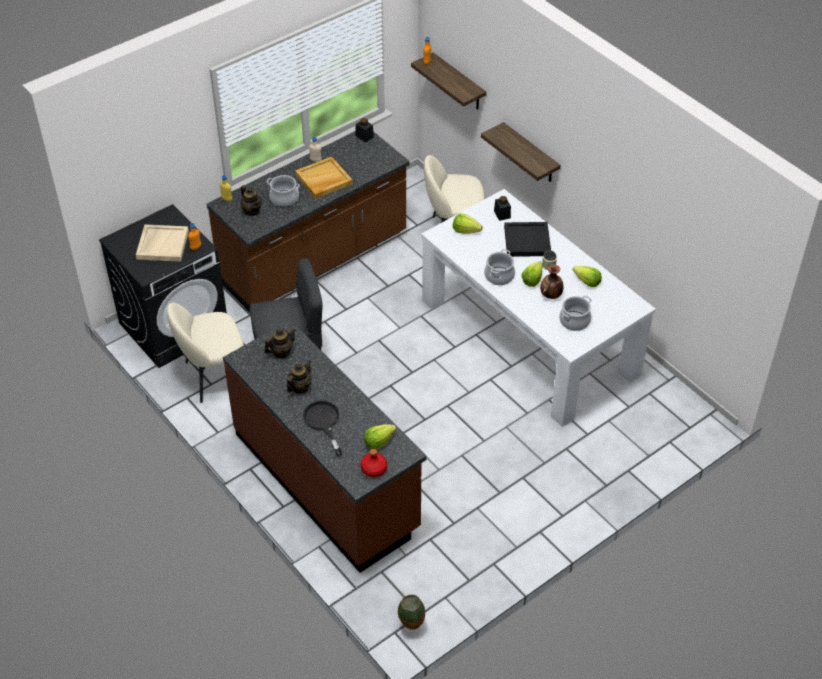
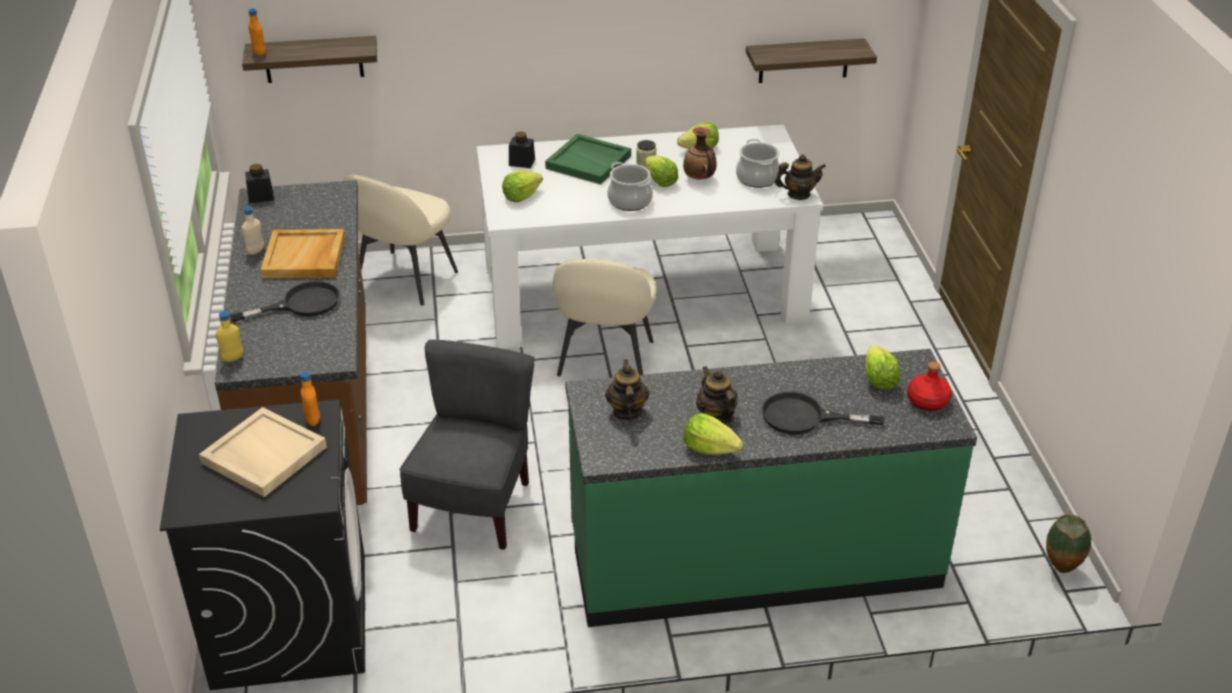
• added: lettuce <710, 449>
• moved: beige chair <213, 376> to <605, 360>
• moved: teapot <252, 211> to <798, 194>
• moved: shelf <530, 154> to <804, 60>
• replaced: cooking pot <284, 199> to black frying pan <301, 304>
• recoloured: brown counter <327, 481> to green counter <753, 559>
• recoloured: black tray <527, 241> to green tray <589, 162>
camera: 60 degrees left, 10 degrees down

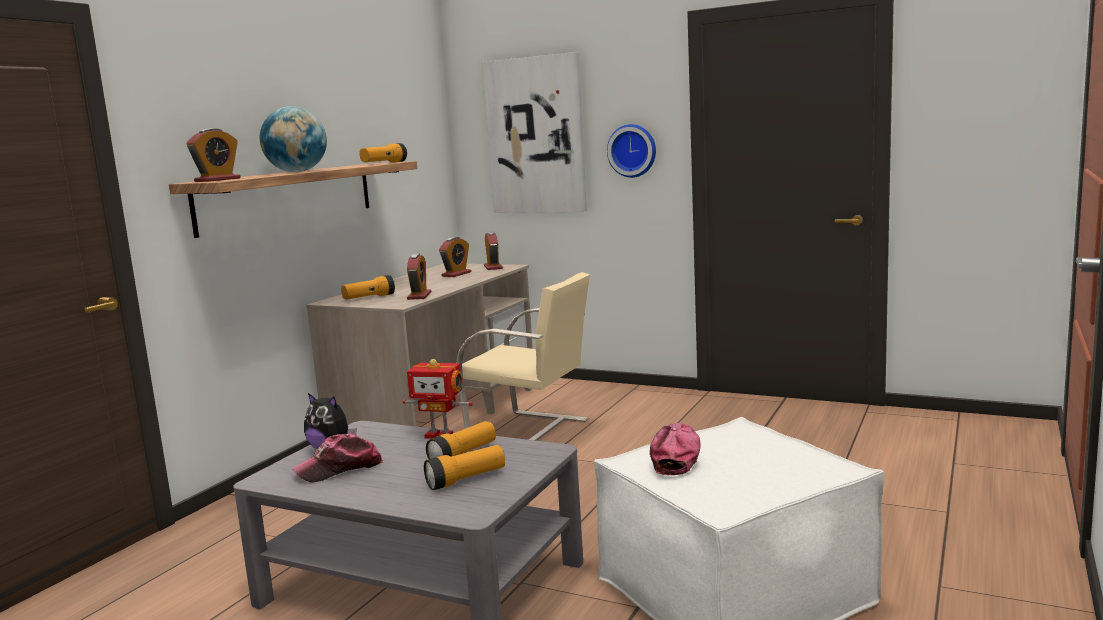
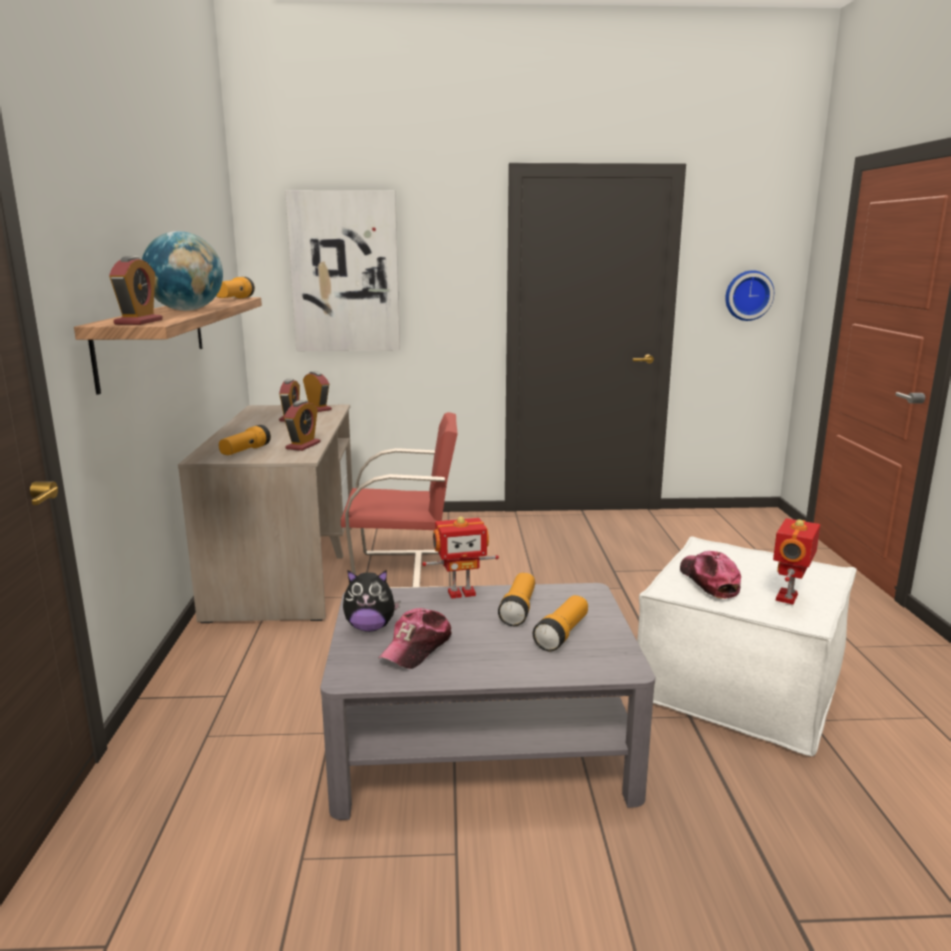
• added: toy robot <789, 598>
• moved: wall clock <633, 150> to <747, 295>
• recoloured: beige chair <531, 432> to red chair <404, 571>
• turned: alarm clock <419, 296> = <303, 445> 45 degrees clockwise
camera: 30 degrees left, 5 degrees up

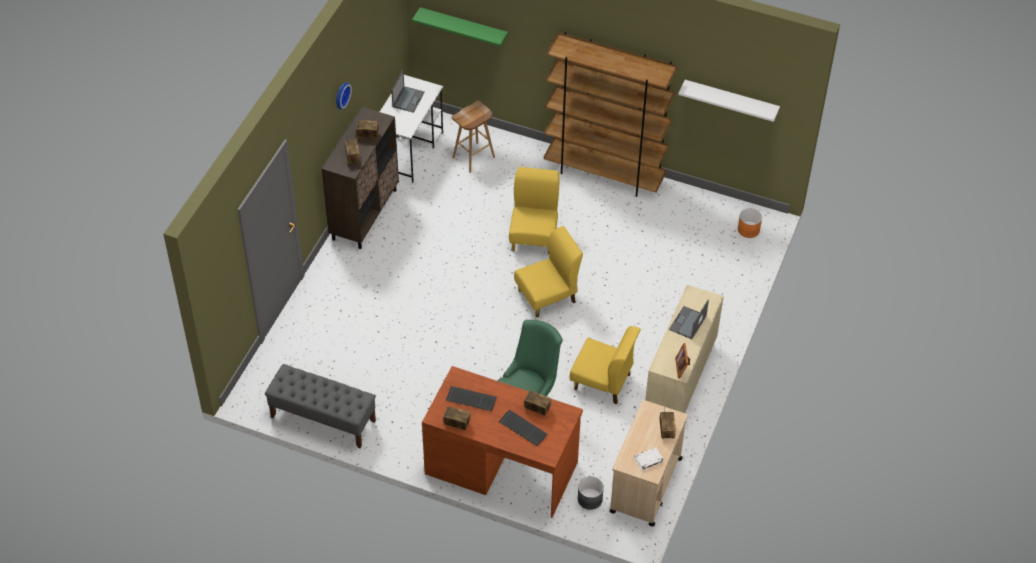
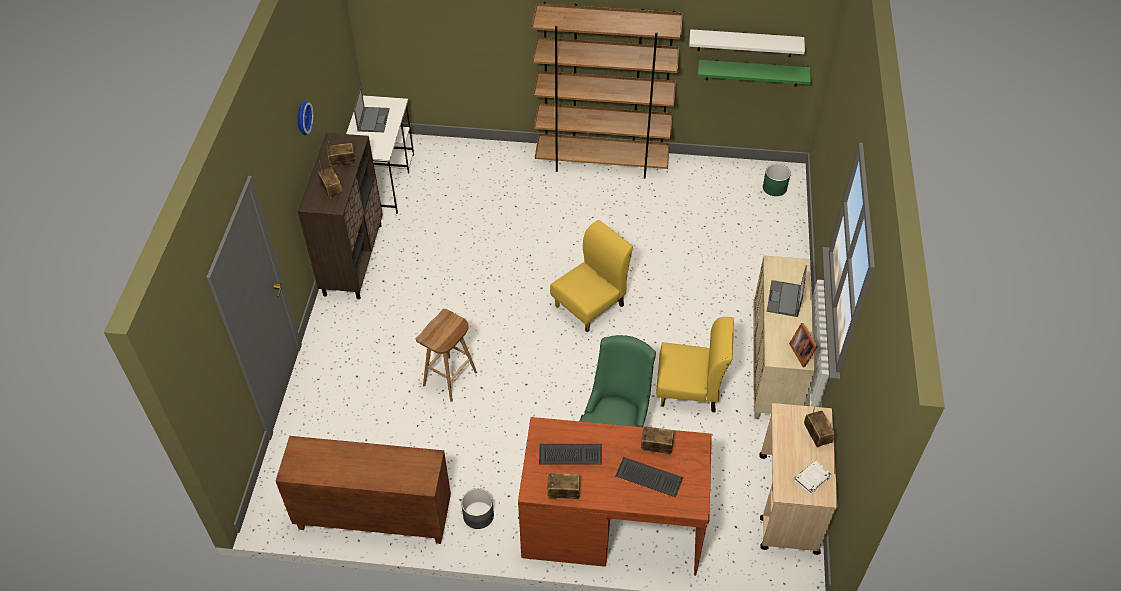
• removed: yellow chair <534, 236>
• moved: green shelf <463, 27> to <752, 73>
• moved: brown stool <473, 158> to <450, 379>
• moved: grey planter <590, 499> to <478, 515>
• replaced: grey bench <322, 419> to brown cabinet <373, 518>
• recoloured: orange planter <748, 229> to green planter <774, 187>
camera: 15 degrees left, 0 degrees up

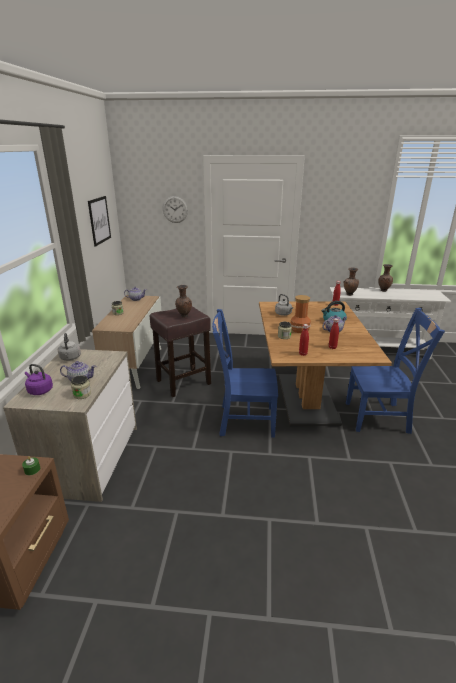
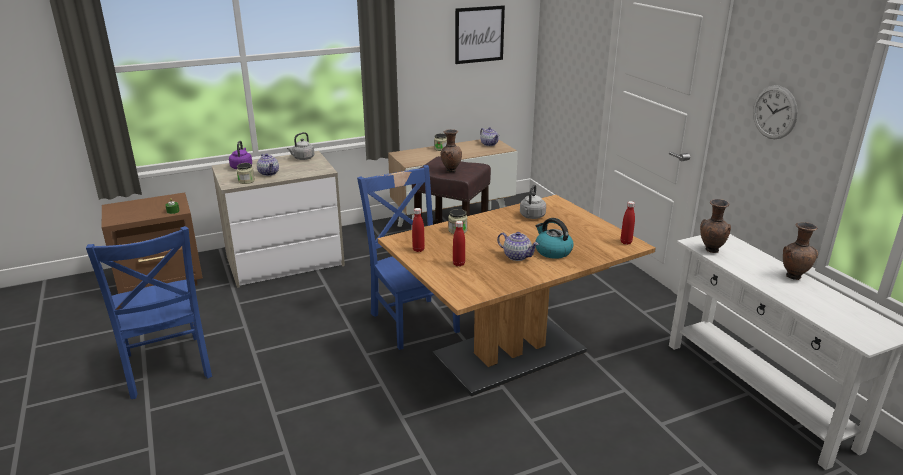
• removed: vase <299, 329>
• moved: wall clock <175, 209> to <774, 112>
• moved: blue chair <380, 417> to <167, 368>
camera: 60 degrees right, 0 degrees up

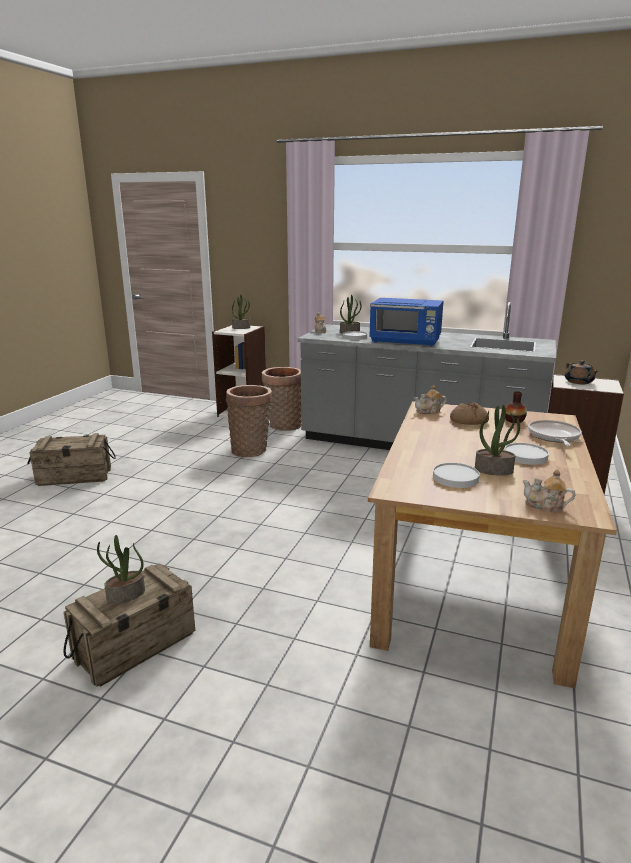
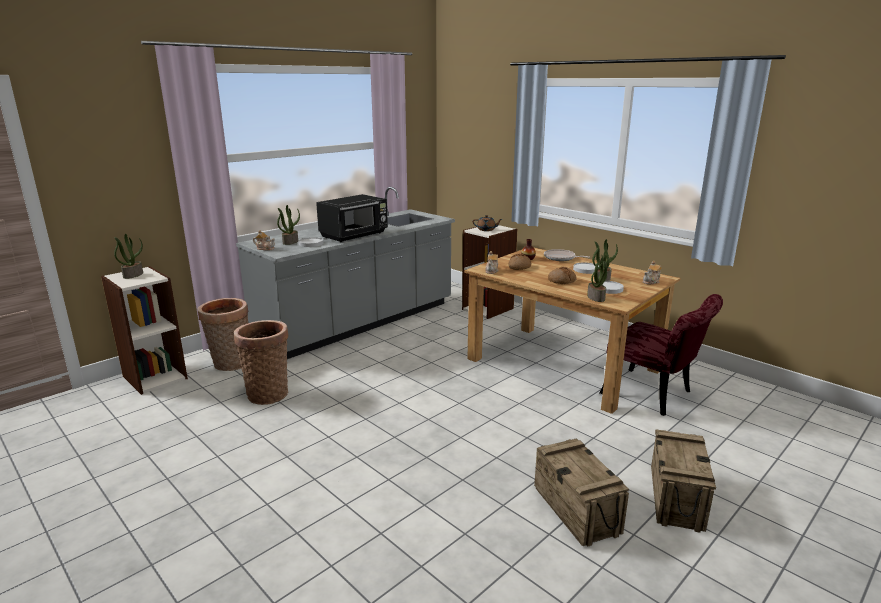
• added: bread <561, 280>
• added: red chair <655, 395>
• moved: crate <75, 476> to <675, 498>
• moved: potted plant <125, 595> to <596, 297>
• recoloured: blue microwave <406, 341> to black microwave <355, 235>
camera: 65 degrees left, 0 degrees up

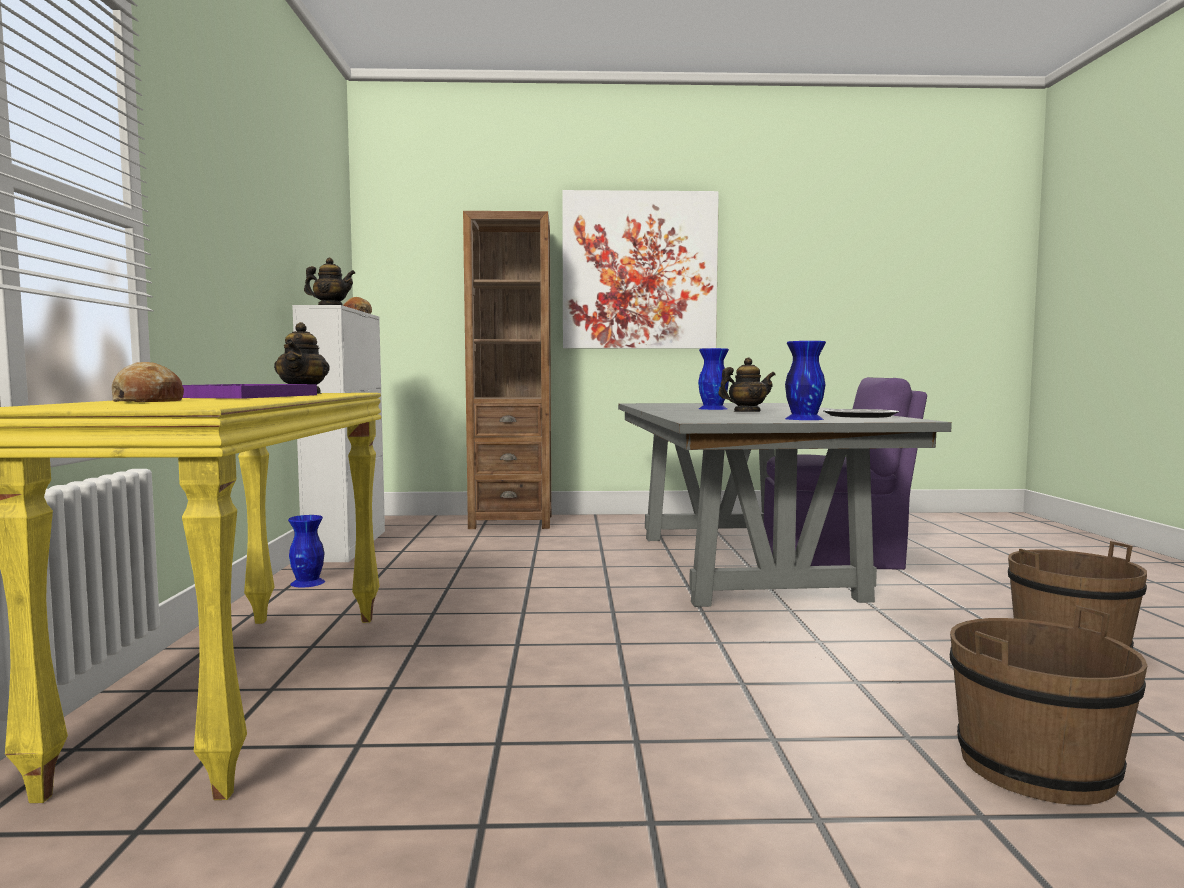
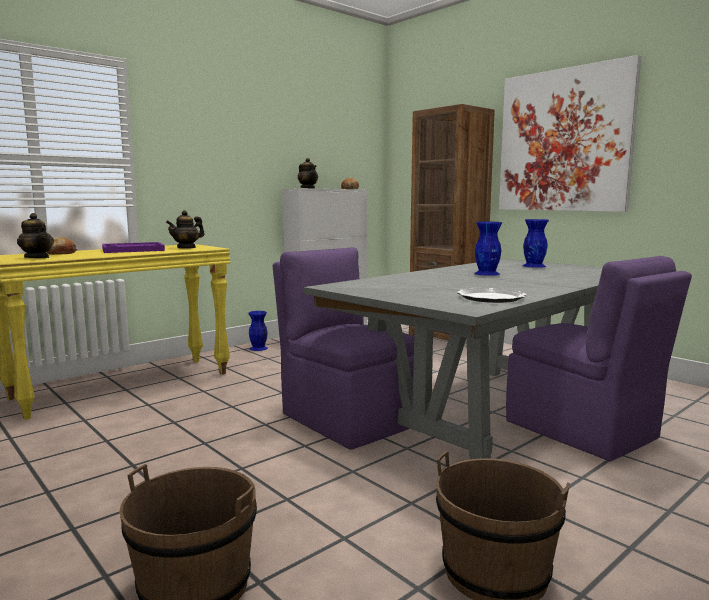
• added: purple chair <346, 419>
• moved: teapot <746, 412> to <37, 258>
• moved: blue vase <803, 419> to <534, 266>
camera: 50 degrees right, 5 degrees up

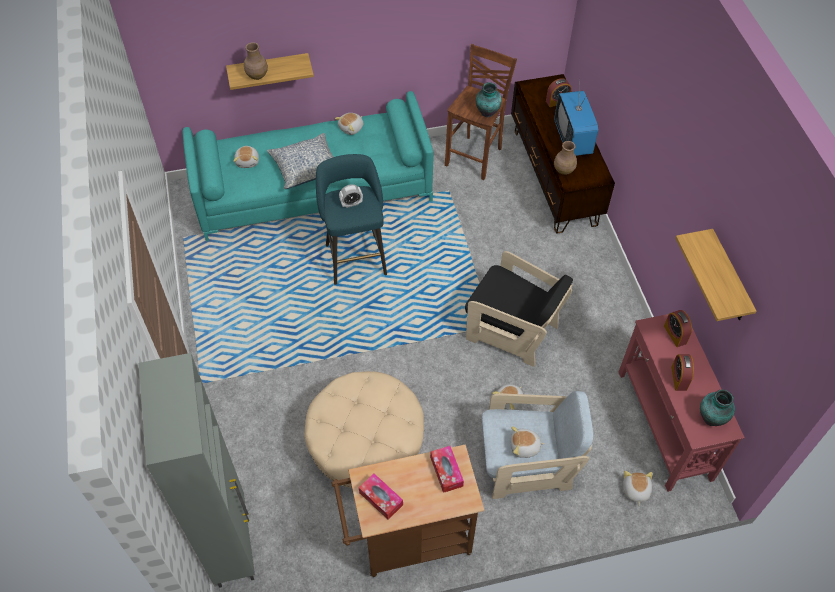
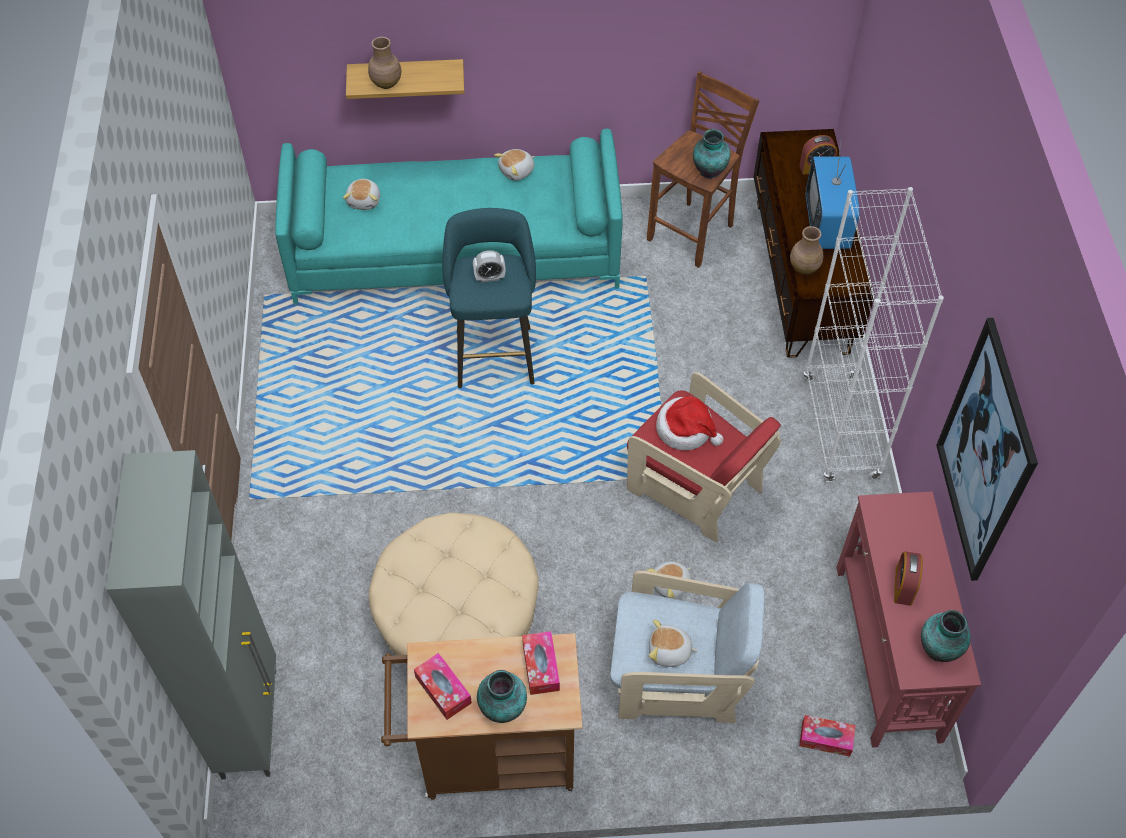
• removed: pillow <306, 167>
• removed: alarm clock <675, 334>
• added: vase <503, 710>
• added: hat <686, 430>
• added: white bookcase <840, 429>
• replaced: plush toy <635, 490> to tissue box <825, 739>
• replaced: shelf <729, 279> to picture <985, 453>
• recoloured: black armchair <512, 330> to red armchair <695, 487>
camera: 10 degrees right, 0 degrees up

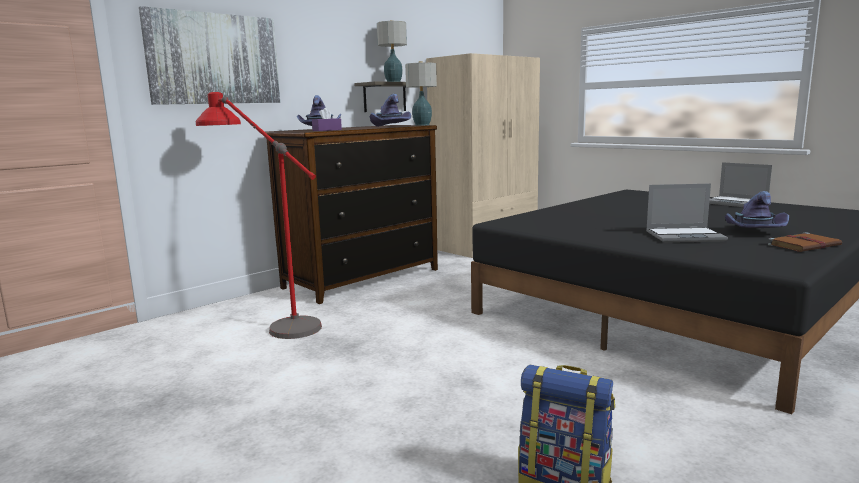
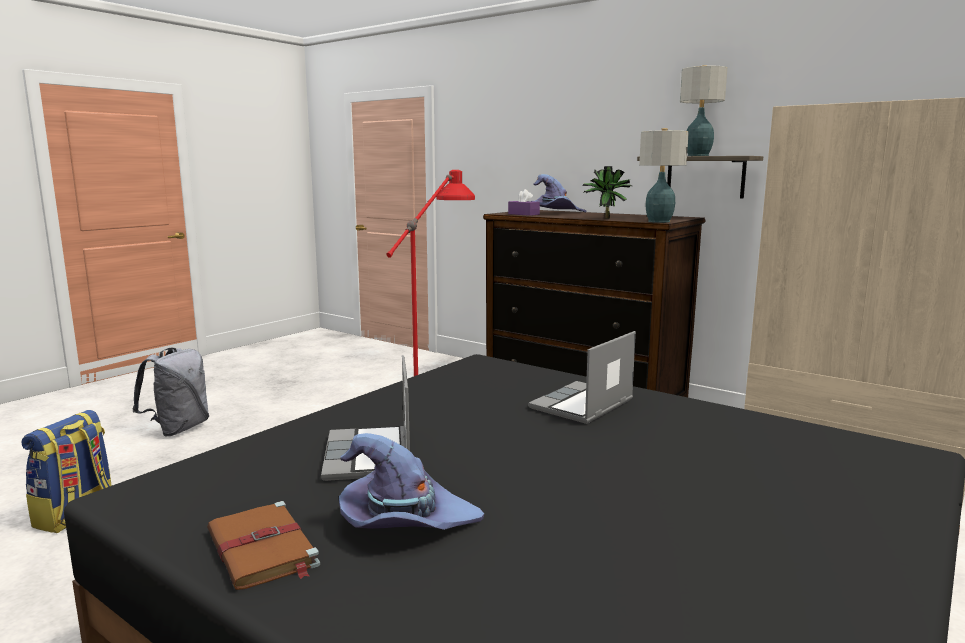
• removed: picture <214, 59>
• added: grey backpack <178, 429>
• moved: laptop <736, 203> to <582, 405>
• replaced: purple hat <389, 127> to potted plant <604, 218>
camera: 80 degrees right, 0 degrees up

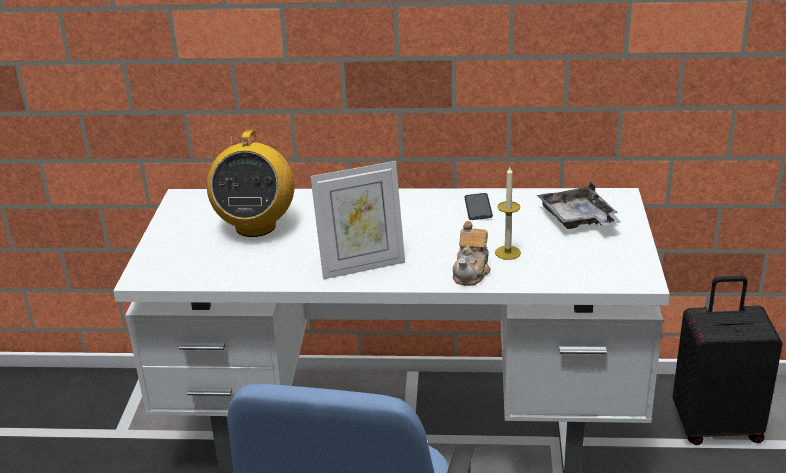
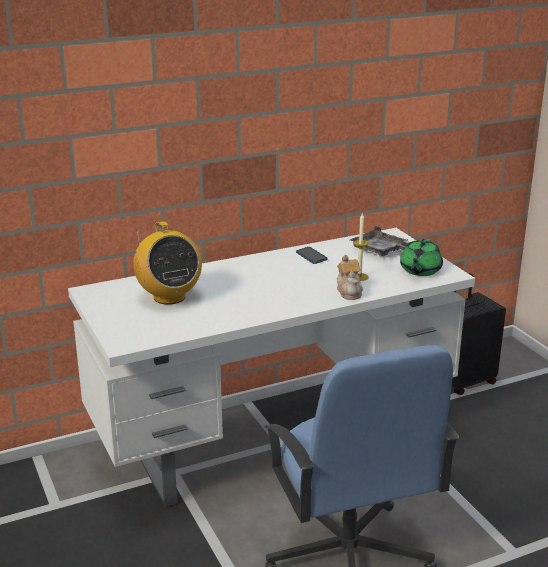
• removed: picture frame <362, 266>
• added: green teapot <420, 270>
camera: 30 degrees left, 5 degrees down

